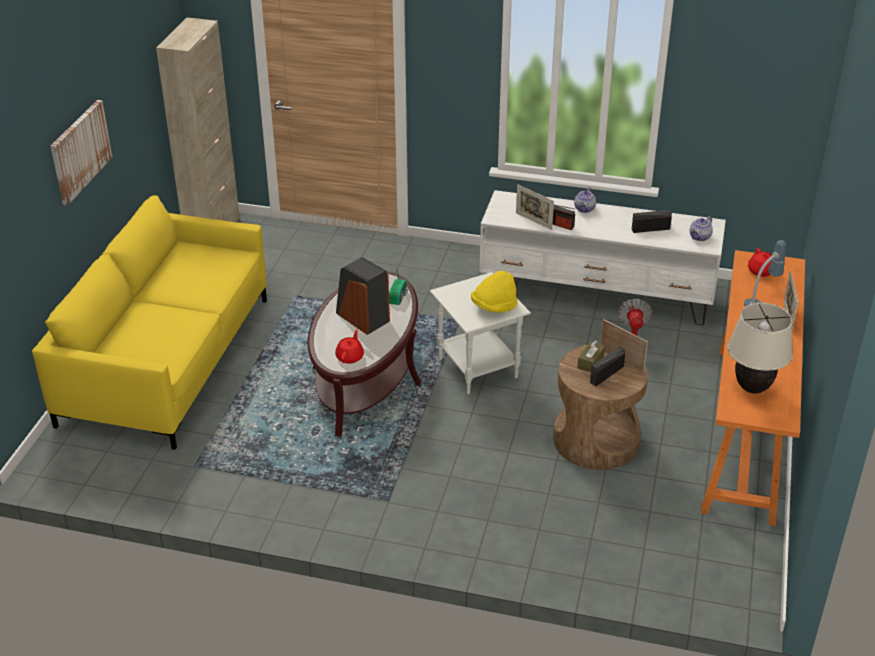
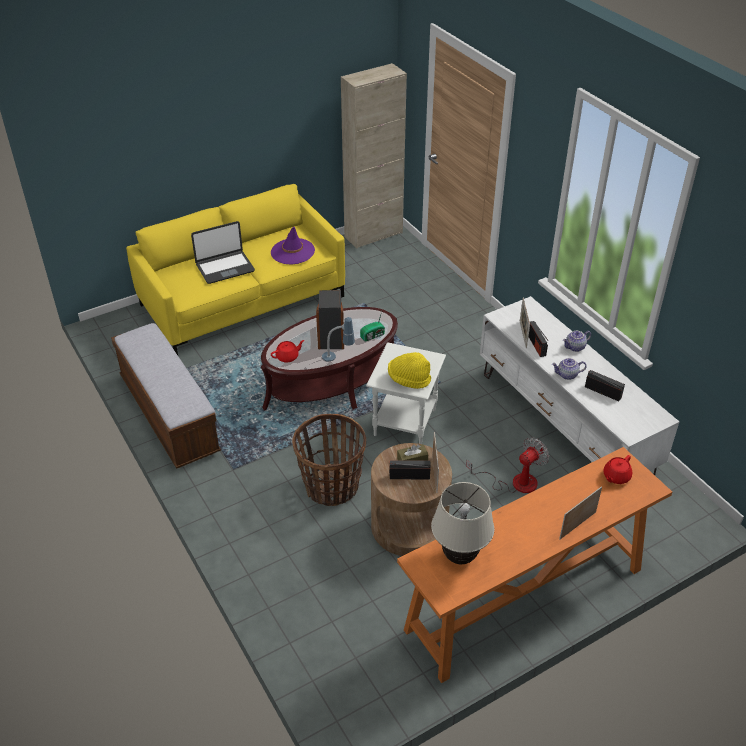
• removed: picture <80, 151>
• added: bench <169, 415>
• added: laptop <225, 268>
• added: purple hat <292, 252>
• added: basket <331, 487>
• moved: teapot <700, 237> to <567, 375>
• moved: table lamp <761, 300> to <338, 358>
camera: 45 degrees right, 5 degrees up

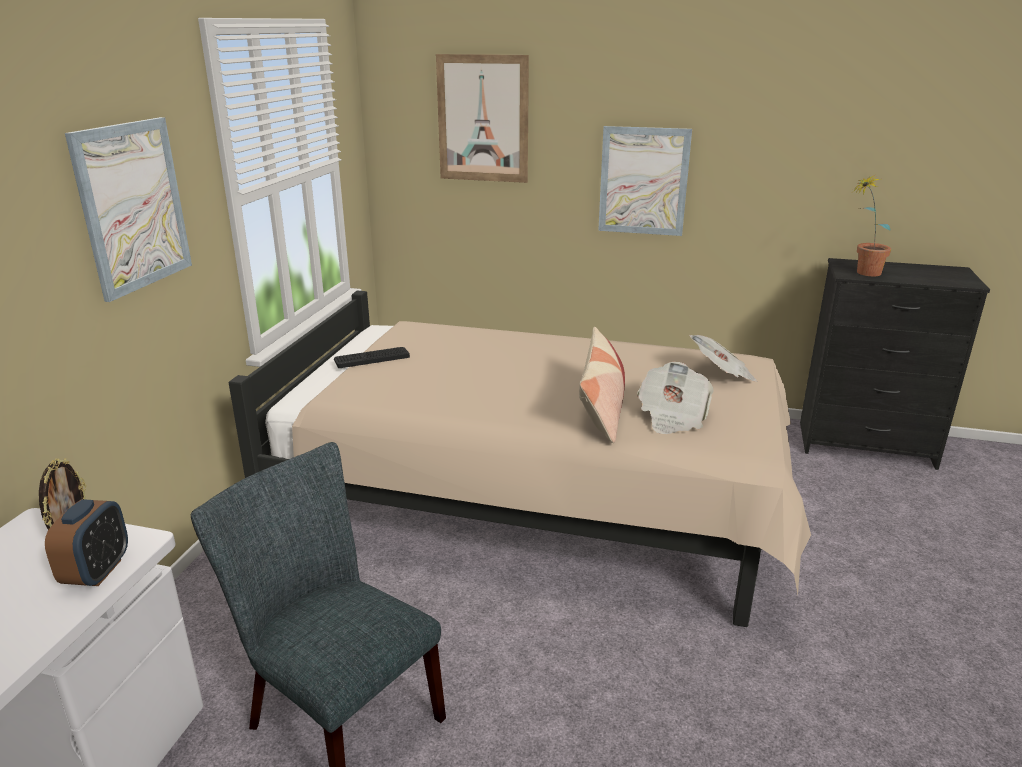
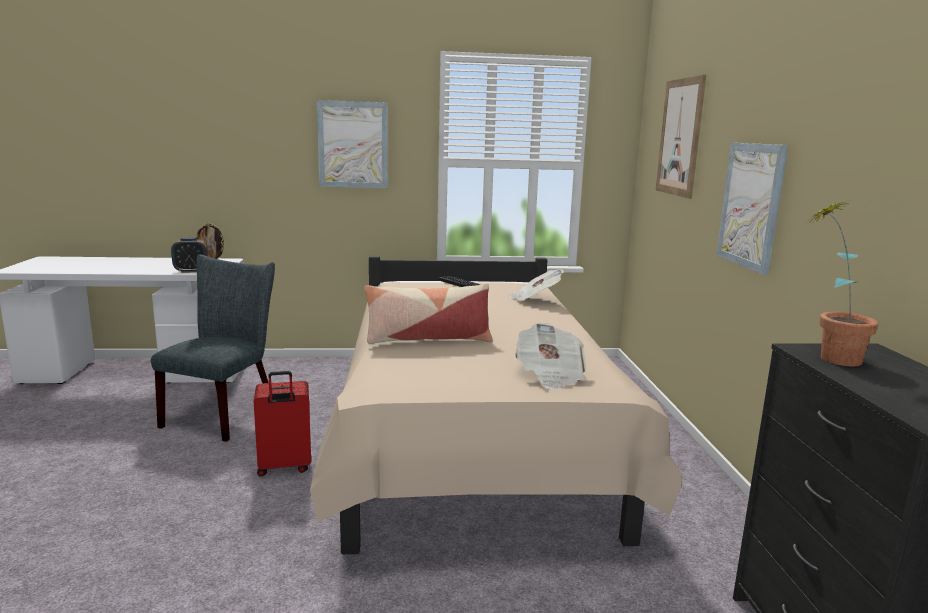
• added: red suitcase <284, 467>
• moved: newspaper <672, 417> to <534, 299>
camera: 70 degrees right, 10 degrees down

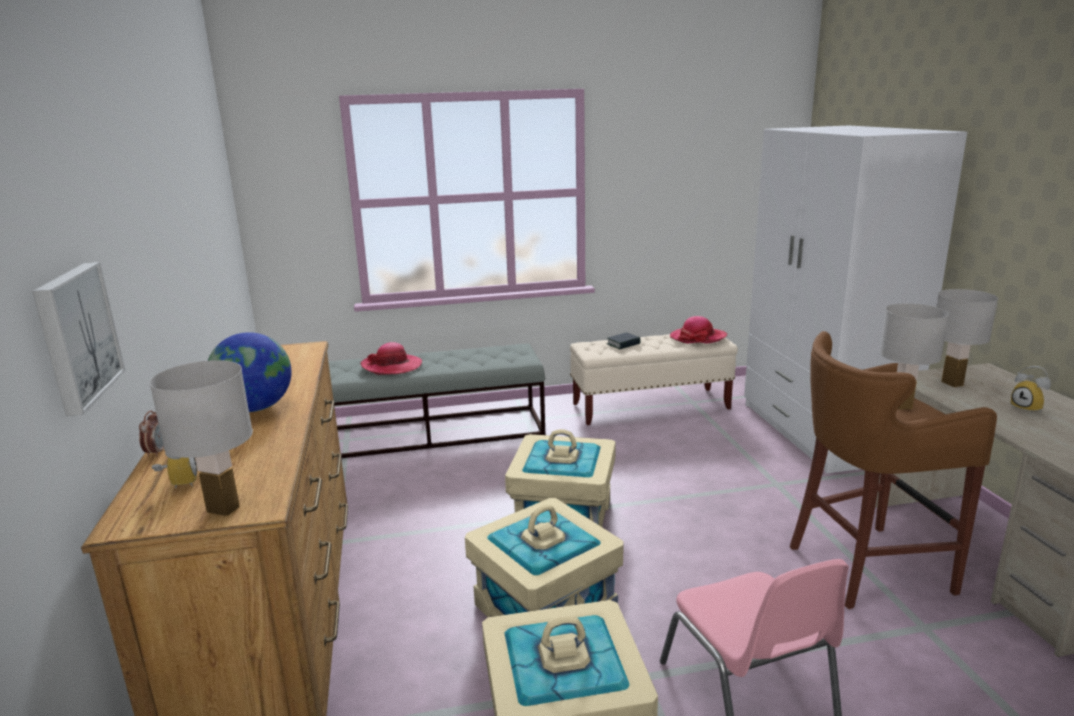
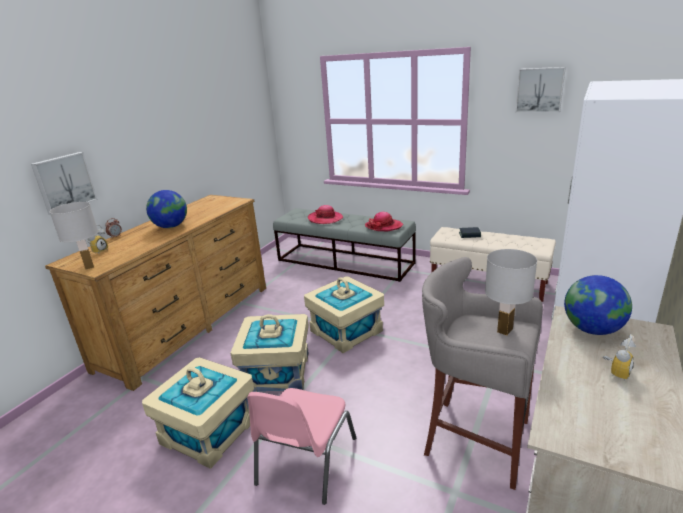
• added: picture <540, 90>
• moved: hat <698, 338> to <383, 226>
• replaced: white table lamp <951, 383> to globe <592, 329>
• recoloured: brown stool <864, 567> to grey stool <473, 438>
• turned: alarm clock <1029, 409> = <615, 372> 150 degrees counterclockwise
camera: 40 degrees right, 5 degrees up

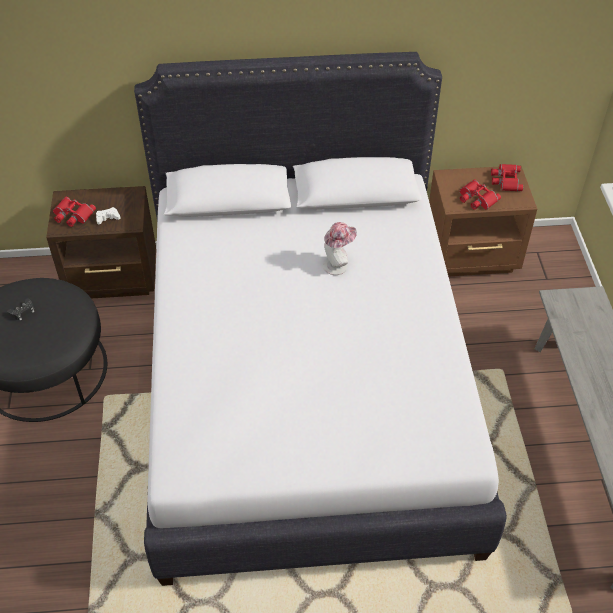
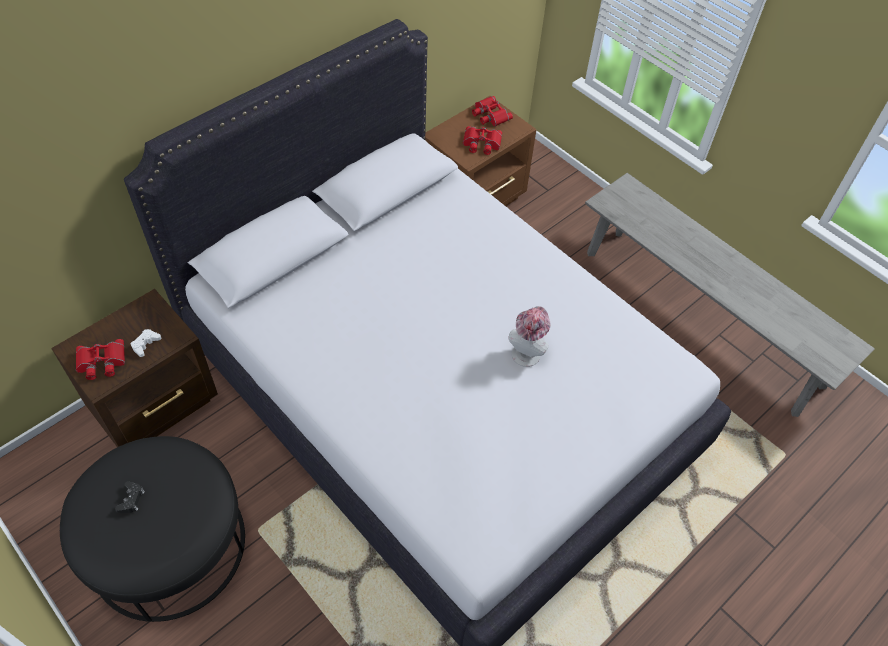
• moved: hat <338, 265> to <527, 351>
camera: 40 degrees left, 5 degrees up

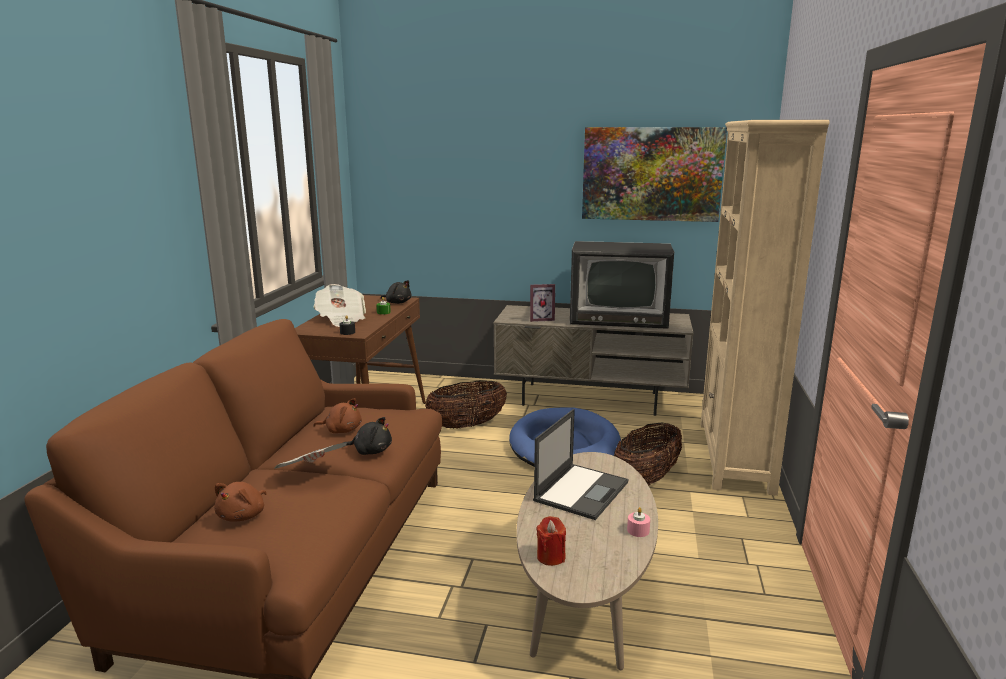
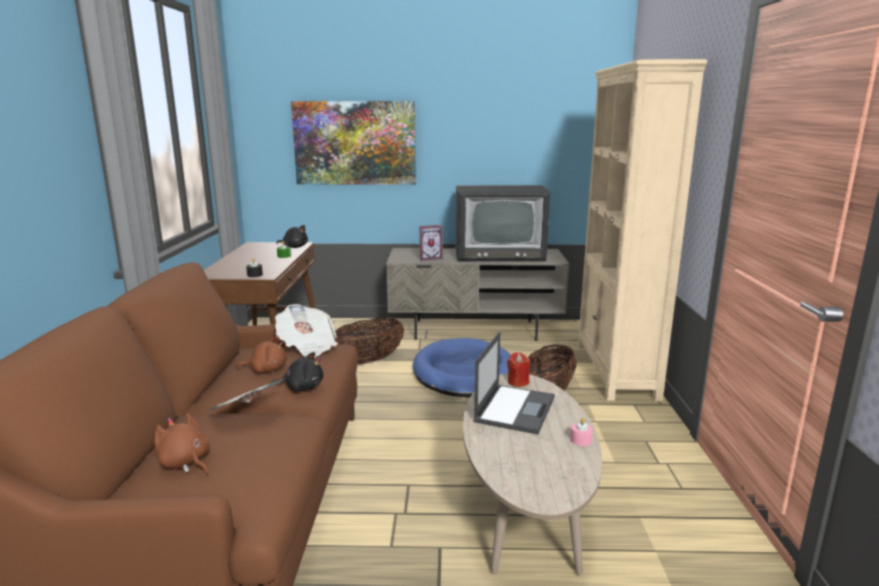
• moved: newspaper <341, 319> to <307, 346>
• moved: red candle <551, 557> to <518, 382>
• moved: picture <651, 174> to <355, 143>
• turned: brown plush toy <243, 515> = <185, 463> 120 degrees clockwise
camera: 10 degrees left, 0 degrees up

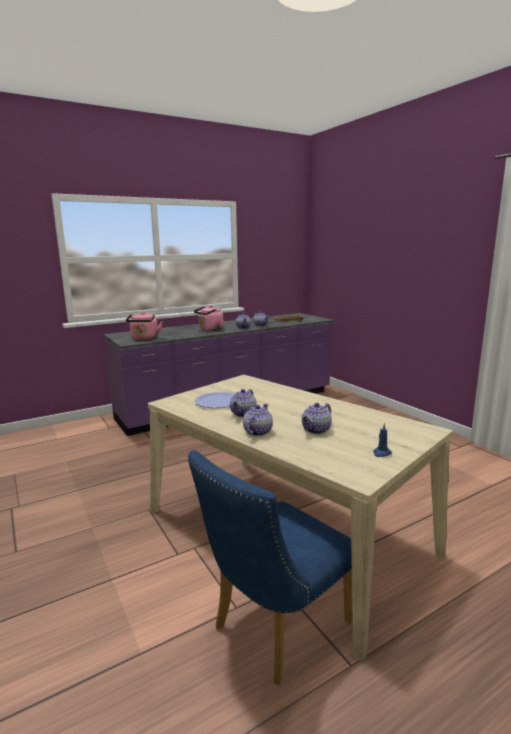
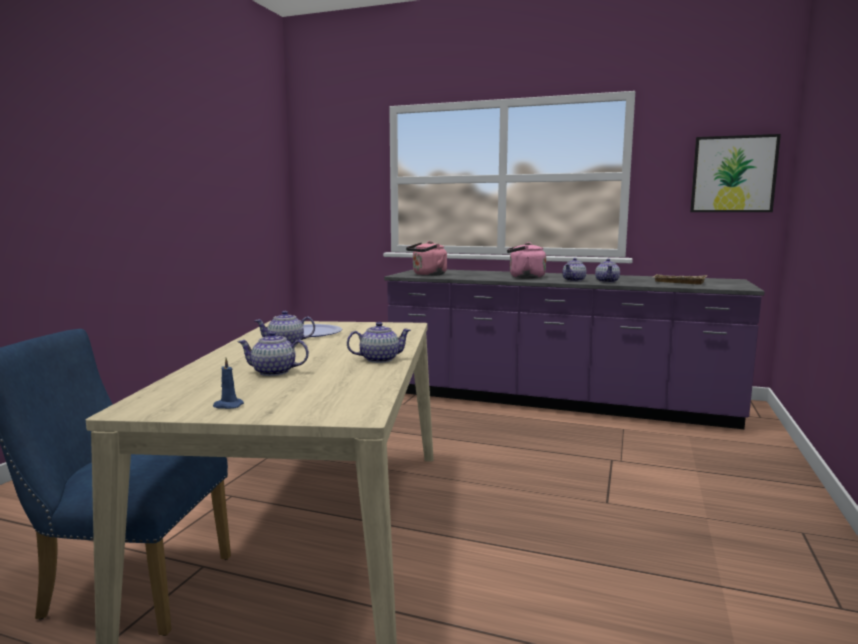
• added: picture <733, 174>
• moved: teapot <257, 432> to <379, 359>
camera: 50 degrees right, 5 degrees down

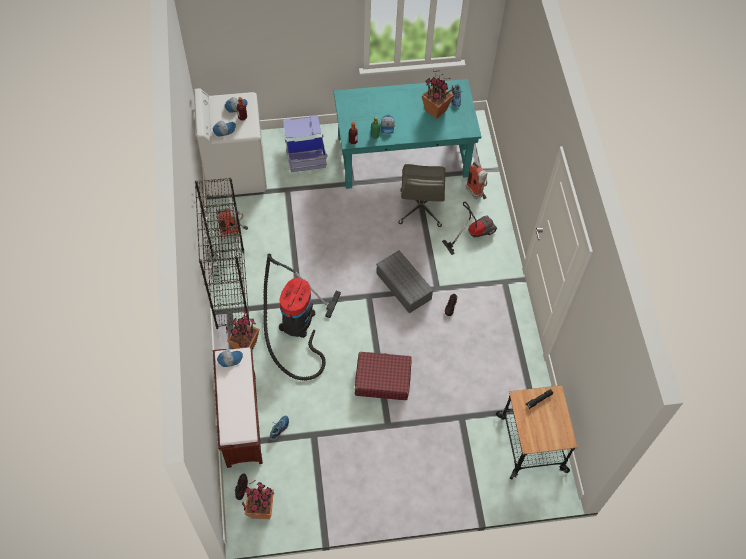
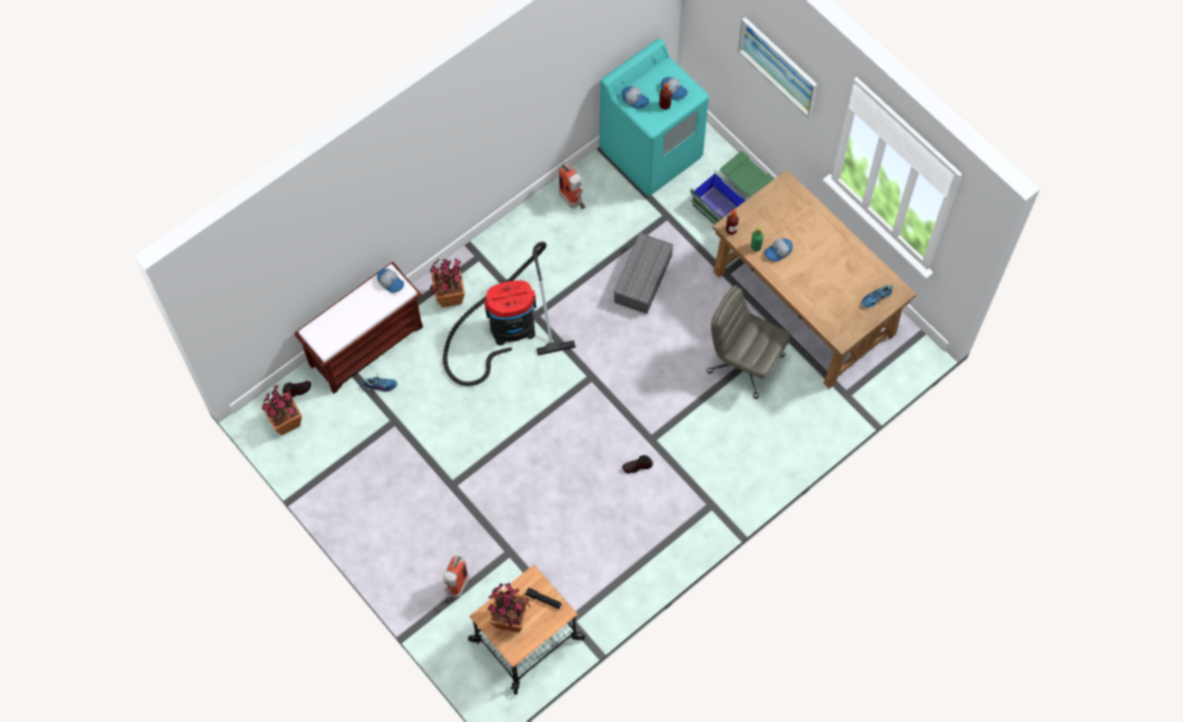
• removed: black bookcase <230, 289>
• removed: red suitcase <382, 379>
• removed: vacuum cleaner <472, 233>
• added: picture <778, 66>
• moved: grey storage box <404, 286> to <643, 280>
• moved: potted plant <436, 110> to <510, 620>
• moved: fire extinguisher <476, 194> to <455, 590>
• recoloured: white washing machine <236, 172> to turquoise washing machine <652, 153>
• recoloured: blue storage box <305, 151> to green storage box <732, 201>
• recoloured: turquoise desk <403, 155> to brown desk <804, 302>
• turned: grey office chair <420, 209> = <744, 363> 60 degrees clockwise
camera: 60 degrees right, 5 degrees up

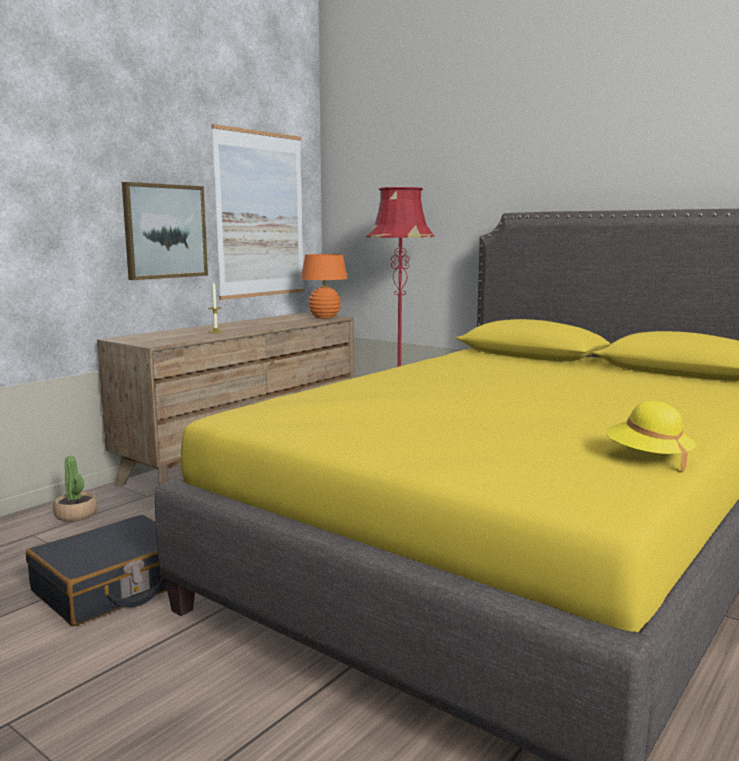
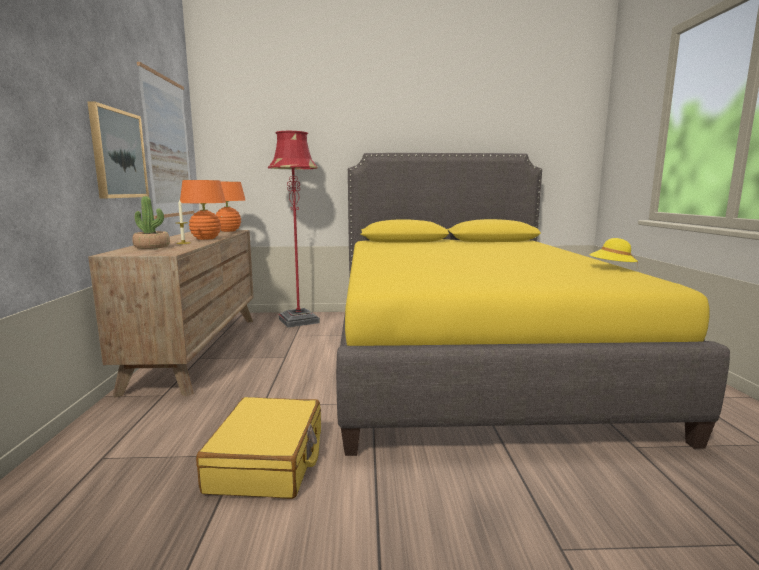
• added: orange table lamp <206, 238>
• moved: potted plant <76, 515> to <152, 247>
• recoloured: black suitcase <113, 587> to yellow suitcase <268, 461>
camera: 40 degrees left, 0 degrees up

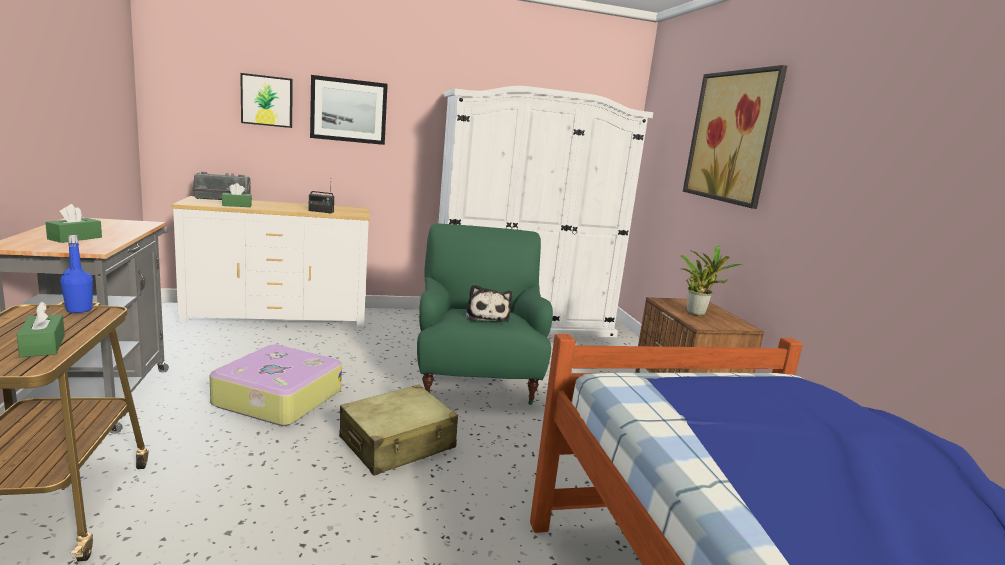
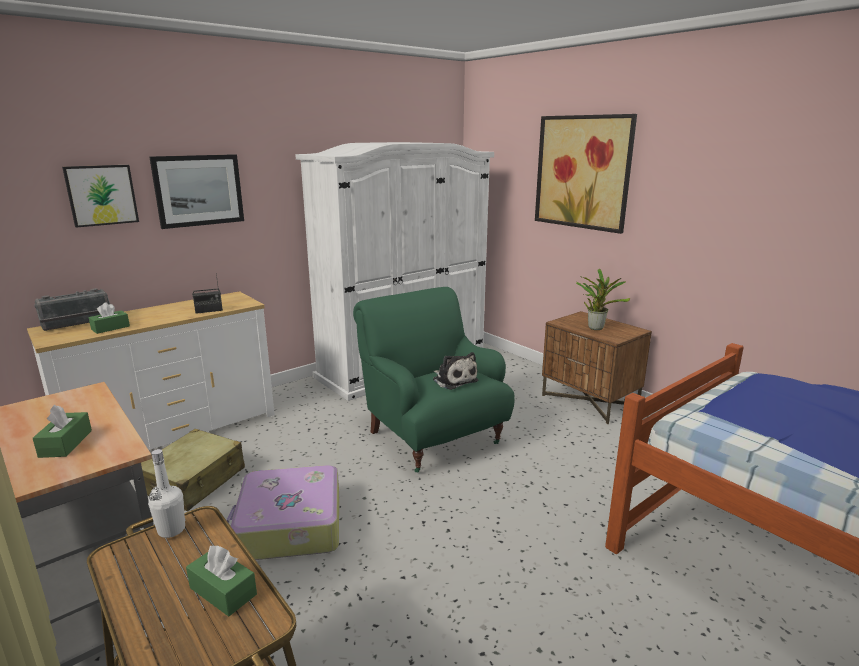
• moved: beige suitcase <398, 443> to <194, 481>
• recoloured: blue bottle <79, 310> to white bottle <171, 530>
camera: 25 degrees left, 5 degrees up

